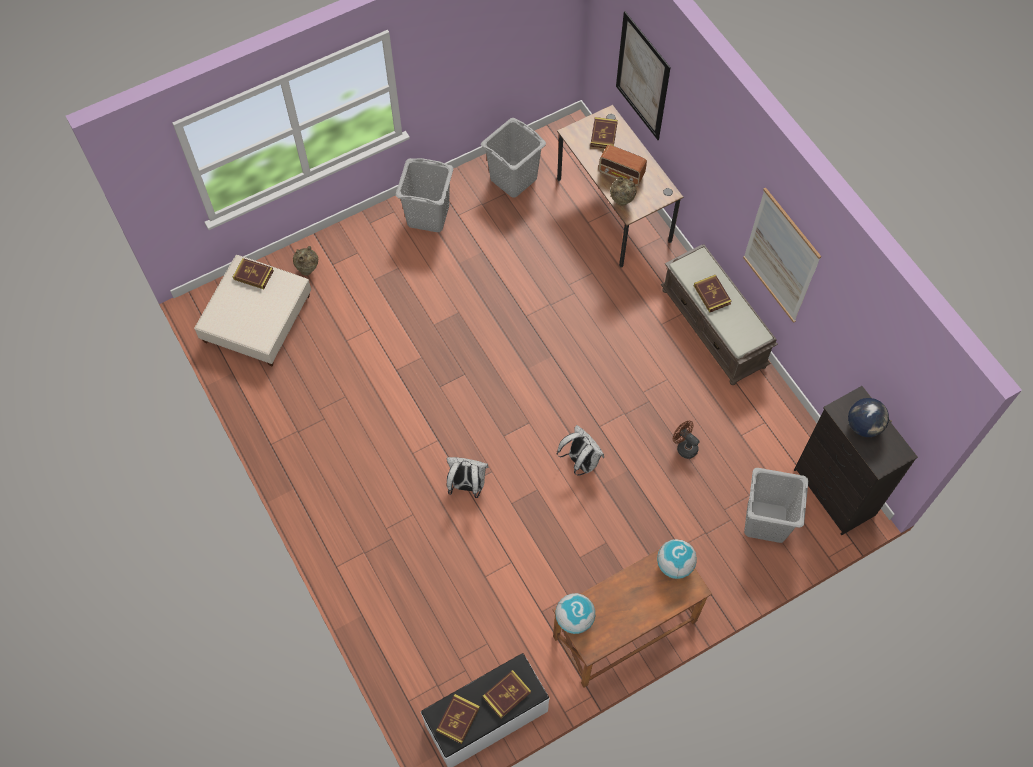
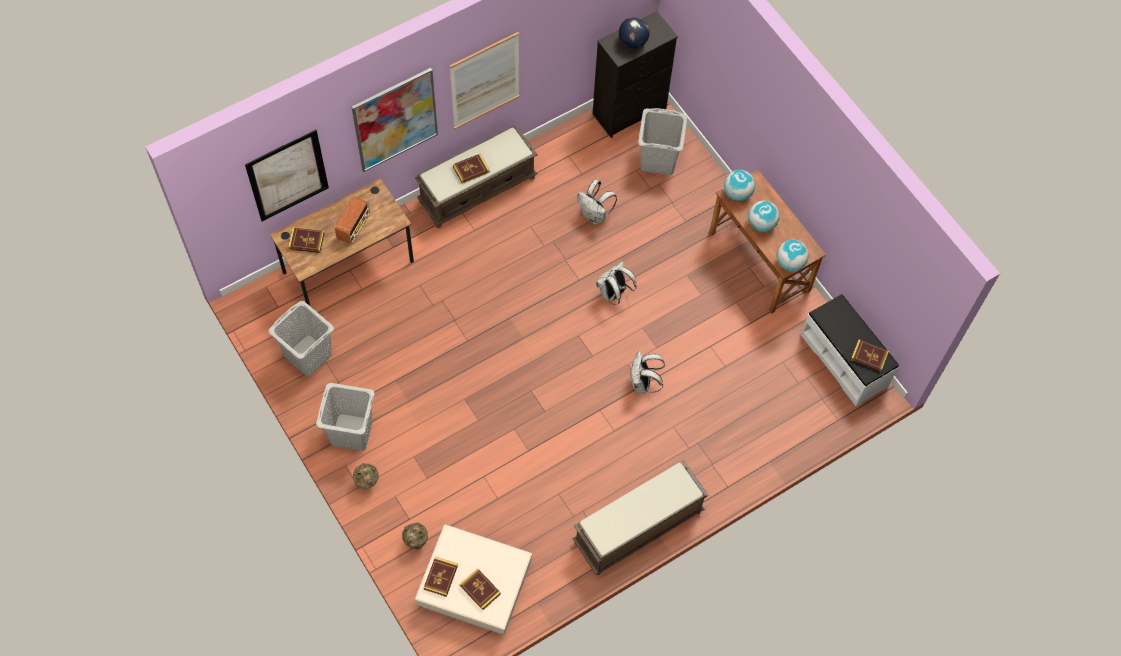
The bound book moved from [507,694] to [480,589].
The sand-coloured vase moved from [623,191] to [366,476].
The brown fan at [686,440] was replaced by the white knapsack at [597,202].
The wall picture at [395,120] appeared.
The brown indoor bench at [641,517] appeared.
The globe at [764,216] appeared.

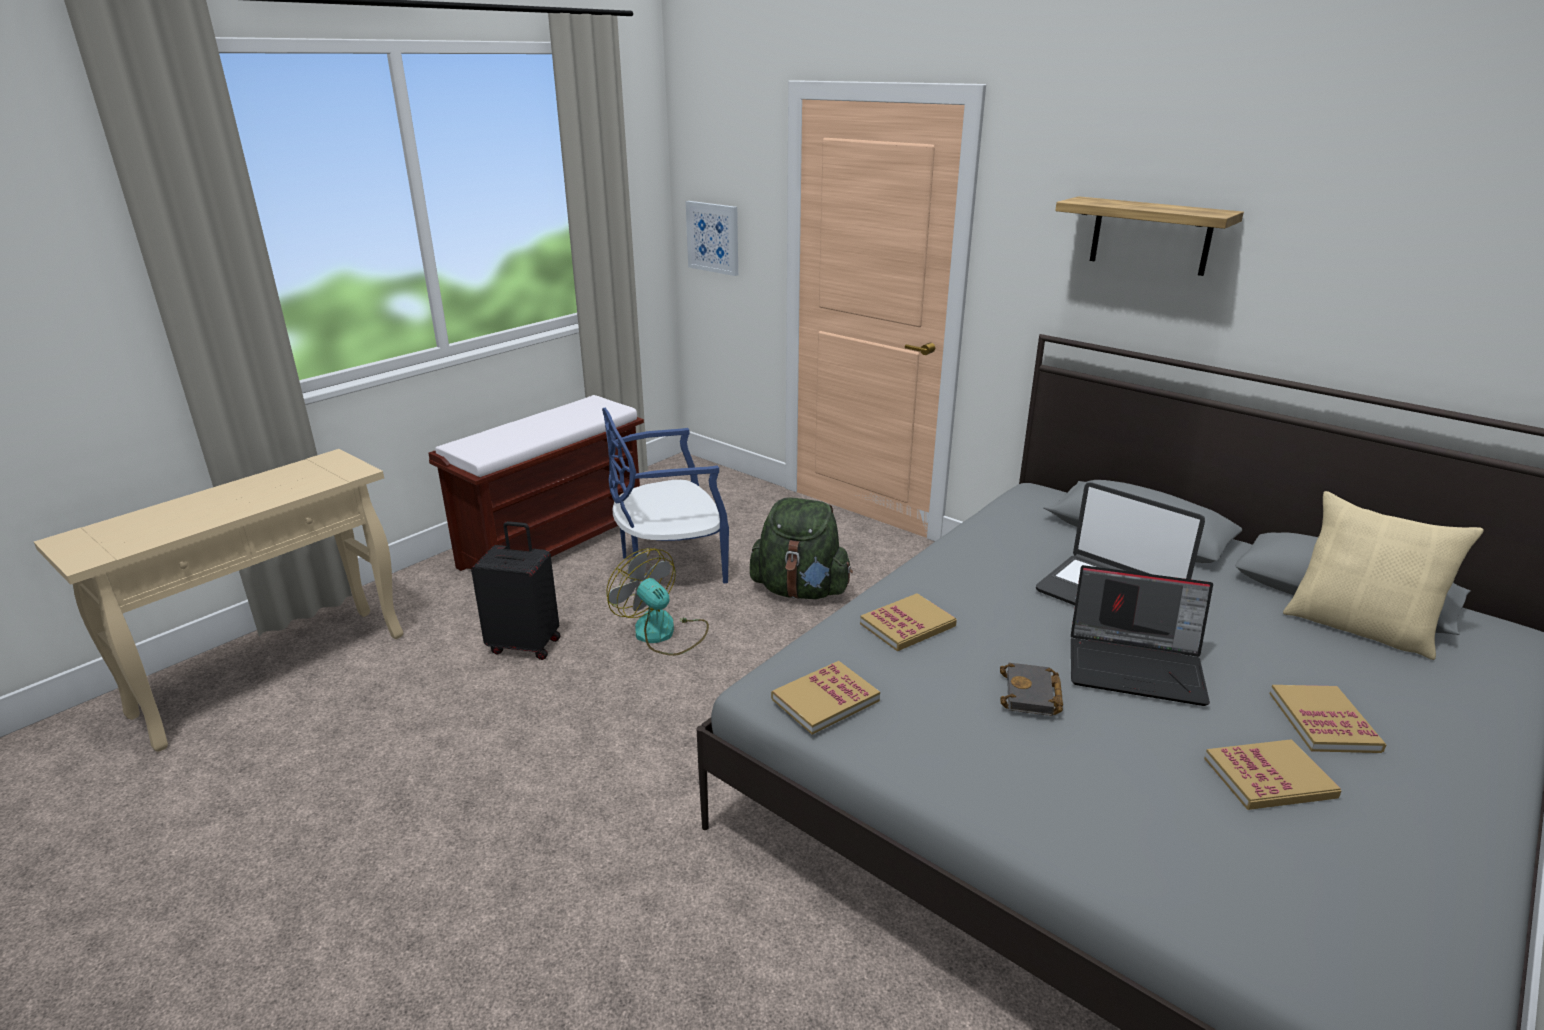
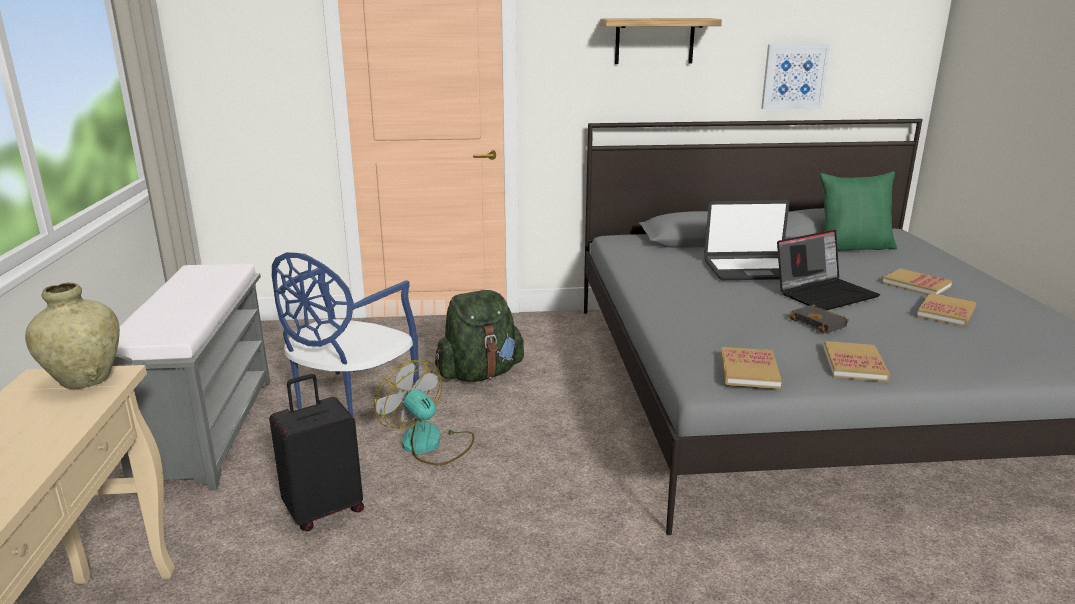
The brown indoor bench at [536,483] became the gray indoor bench at [191,379].
The fan at [658,602] turned 45 degrees clockwise.
The wall picture moved from [712,238] to [796,76].
The bound book moved from [908,622] to [856,361].
The sand-coloured throw pillow at [1383,575] became the green-coloured throw pillow at [858,211].
The sand-coloured vase at [72,335] appeared.

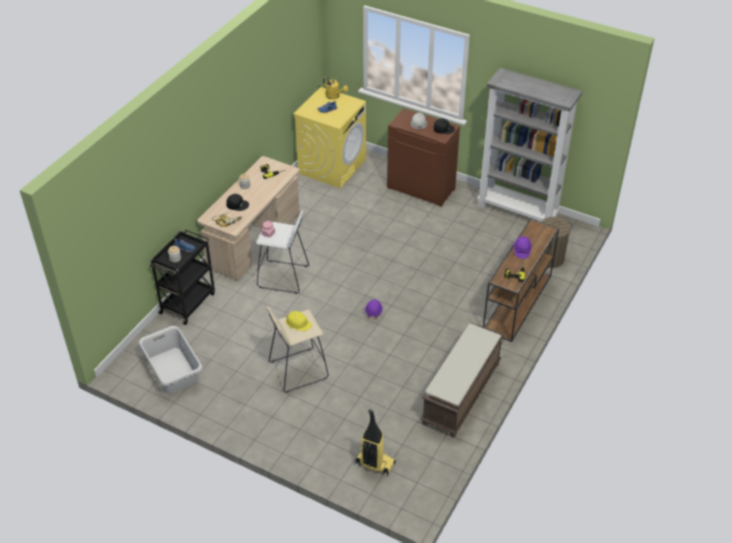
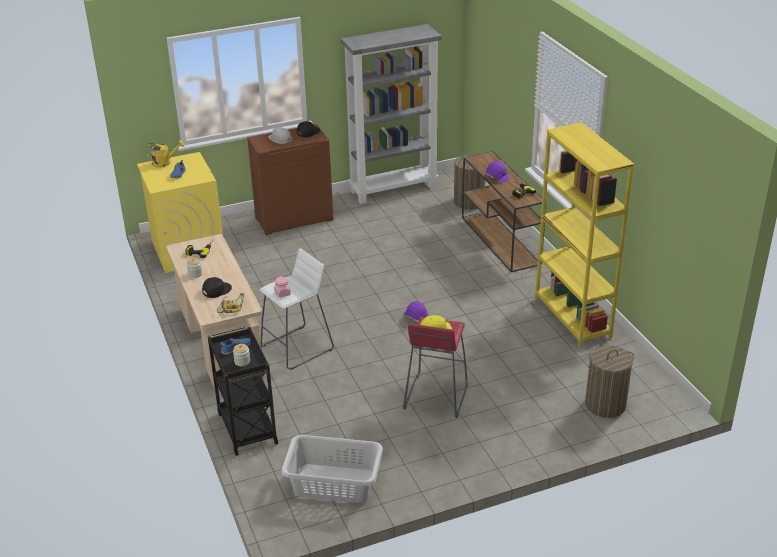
The sand-coloured stool at [298,349] became the red-coloured stool at [435,367].
The vacuum at [375,442] was replaced by the washing basket at [609,381].
The brown indoor bench at [462,380] was replaced by the yellow-coloured shelving unit at [584,234].

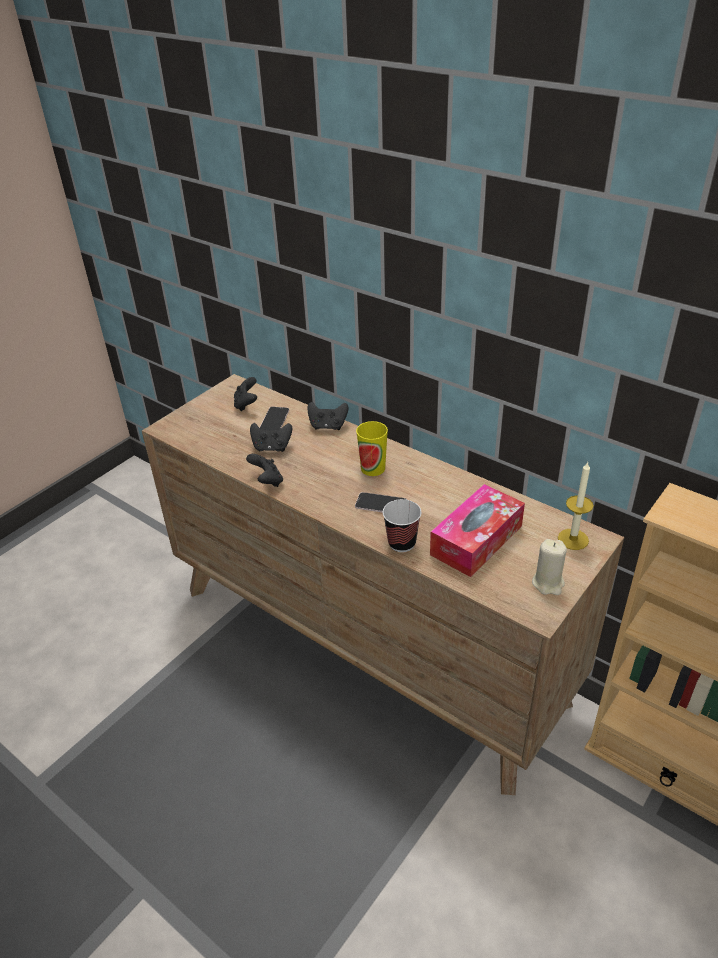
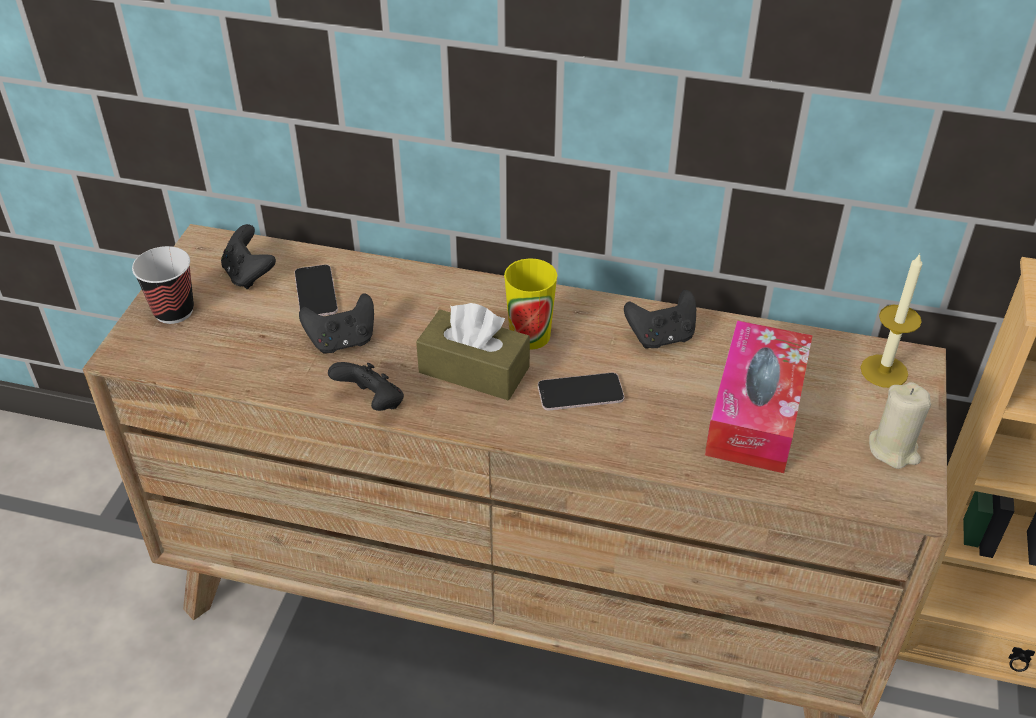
The black-coloured game controller moved from [327,416] to [660,319].
The drinking cup moved from [402,525] to [163,285].
The brown tissue box at [473,351] appeared.

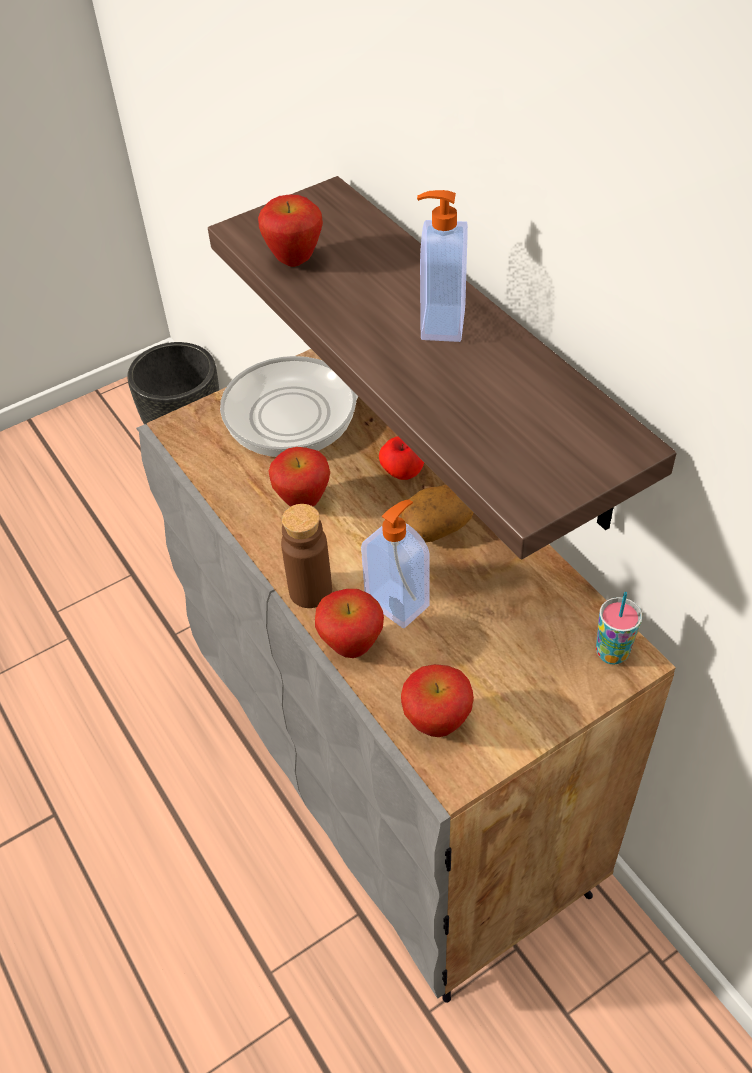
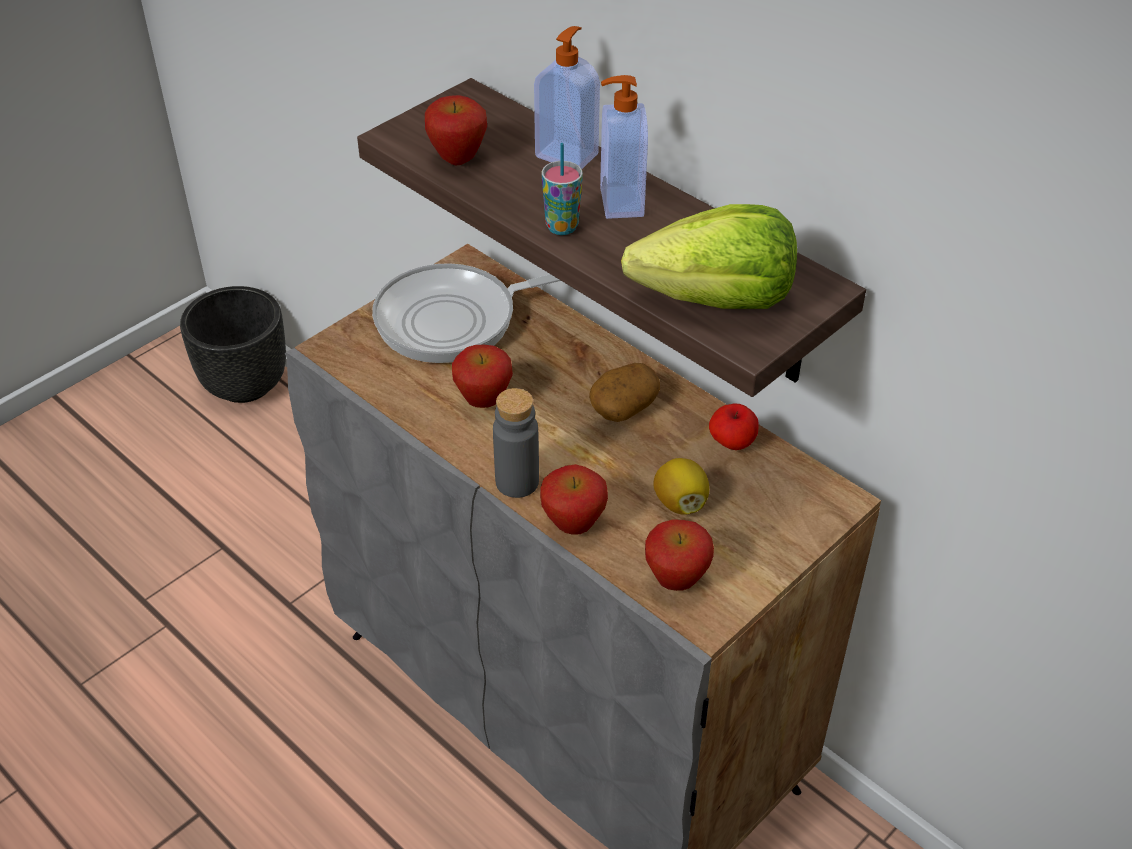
The brown bottle at [306,556] became the gray bottle at [516,443].
The soap bottle moved from [395,563] to [567,97].
The whole apple moved from [401,458] to [734,427].
The drinking cup moved from [619,628] to [562,189].
The head of lettuce at [709,256] appeared.
The citrus fruit at [681,486] appeared.

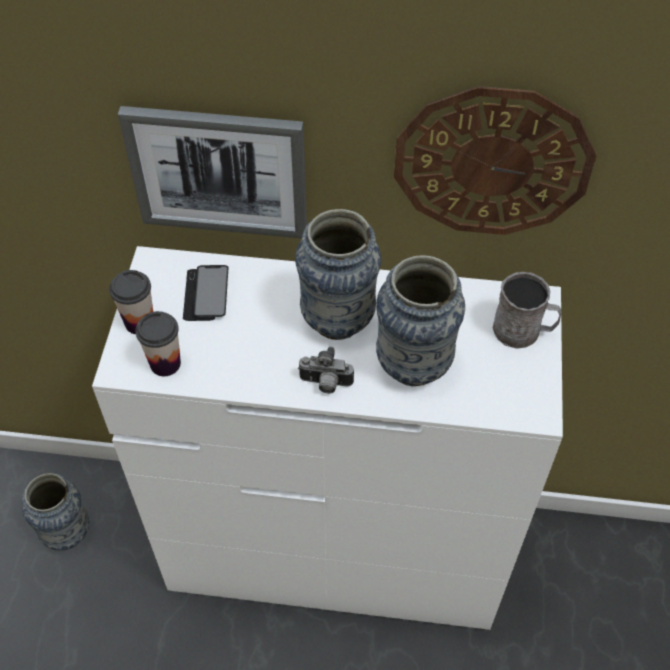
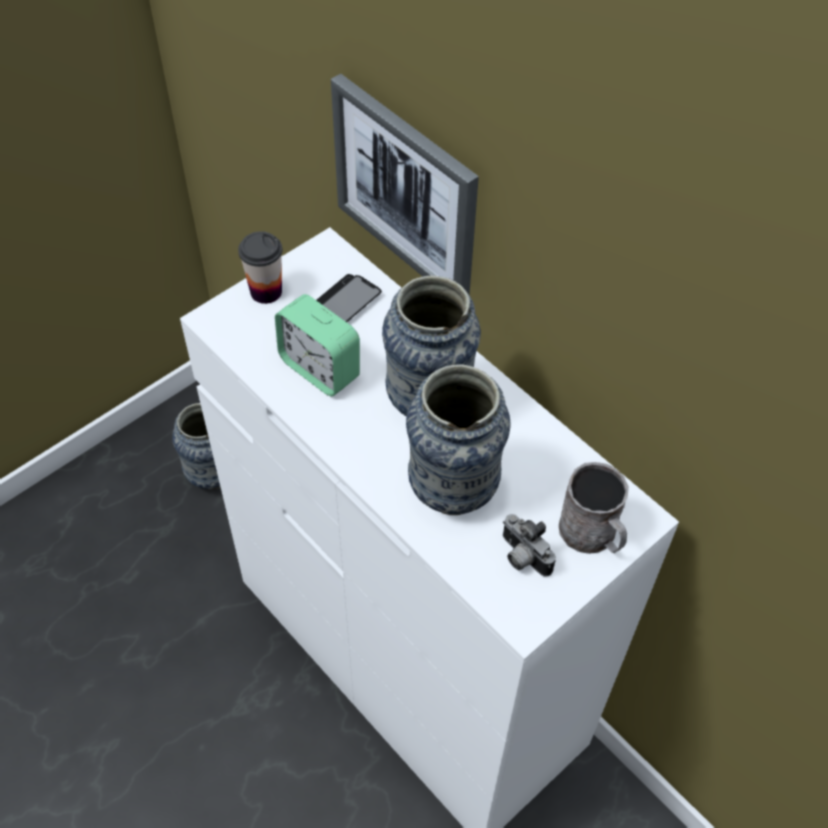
The drinking cup at [158,343] disappeared.
The still camera moved from [326,370] to [529,545].
The hanging clock at [495,160] disappeared.
The bedside clock at [317,345] appeared.

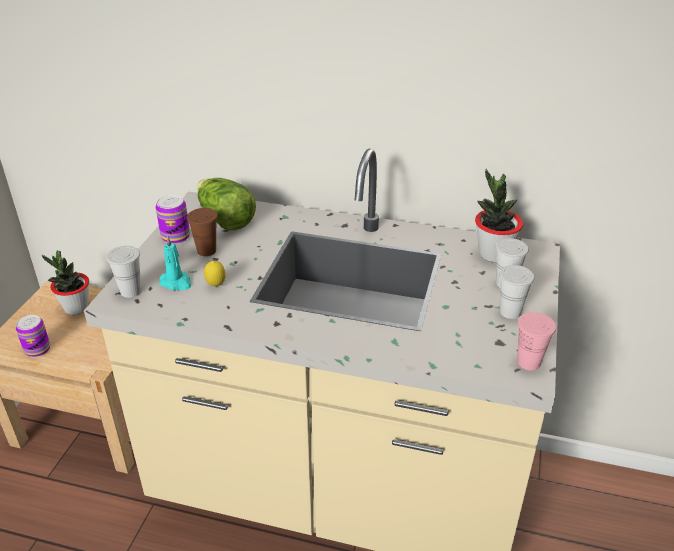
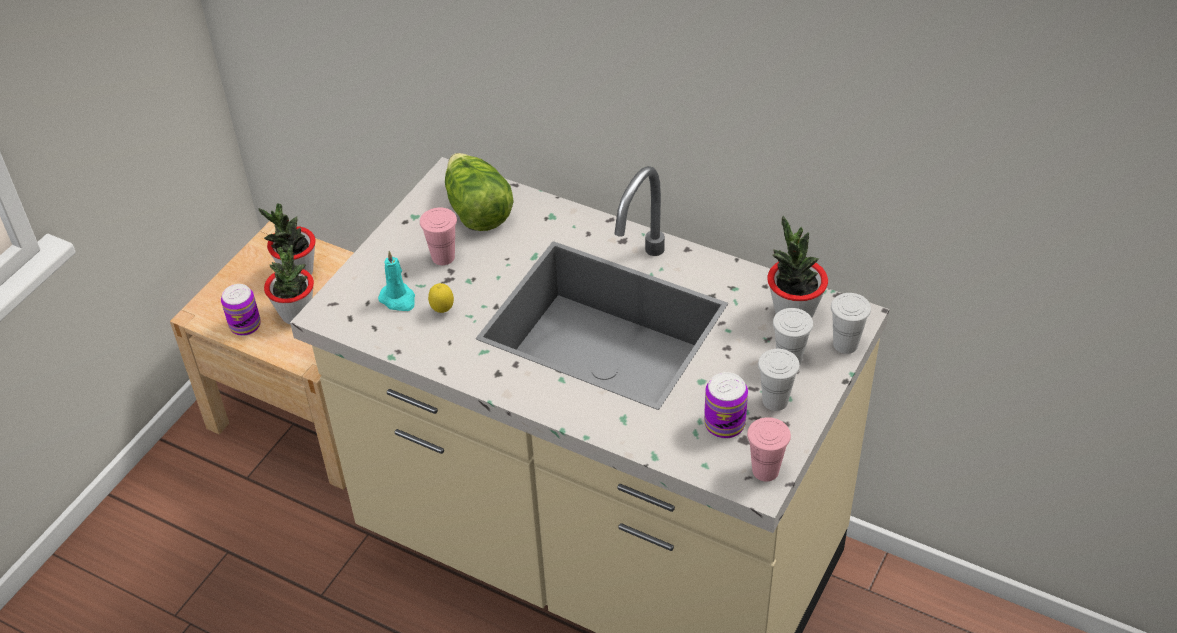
The white drinking cup moved from [123,272] to [851,323].
The sealed can moved from [173,219] to [726,405].
The brown drinking cup at [202,232] became the pink drinking cup at [438,236].
The potted plant at [289,284] appeared.

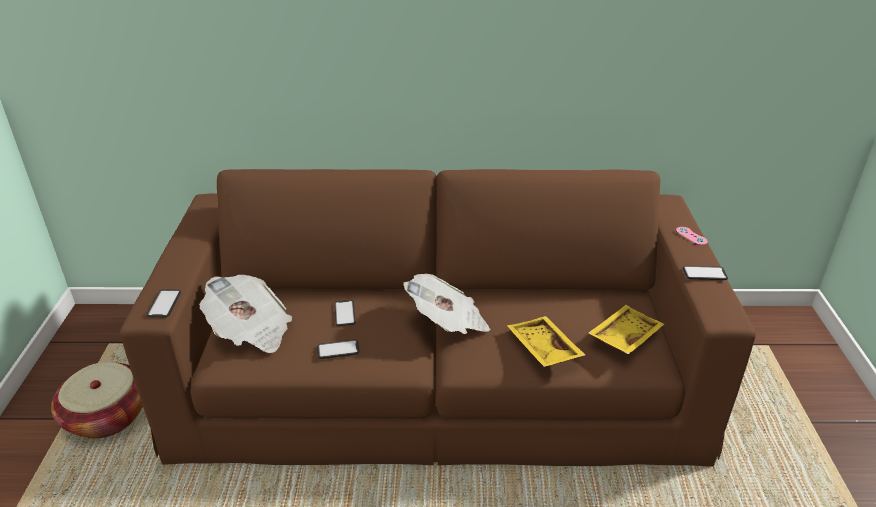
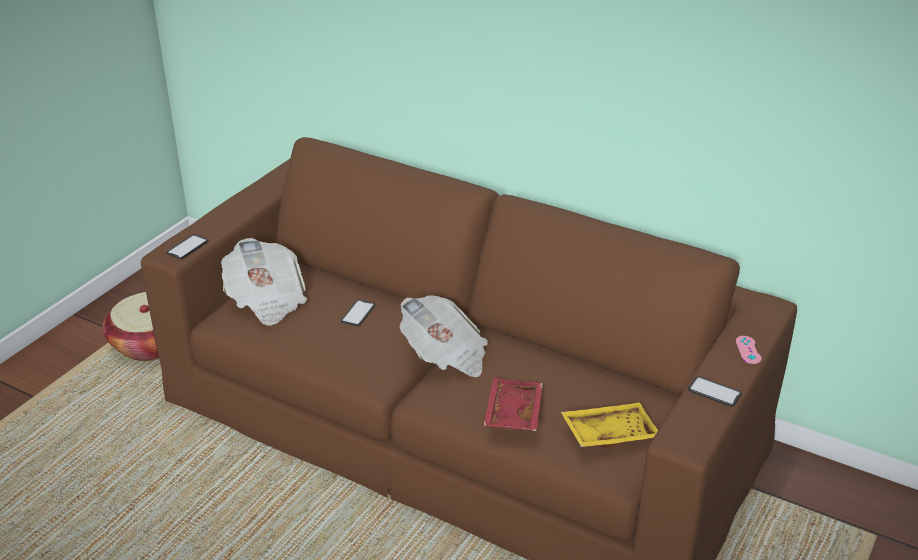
The phone at [338,349] disappeared.
The yellow-coloured tray at [546,341] became the red-coloured tray at [513,404].

